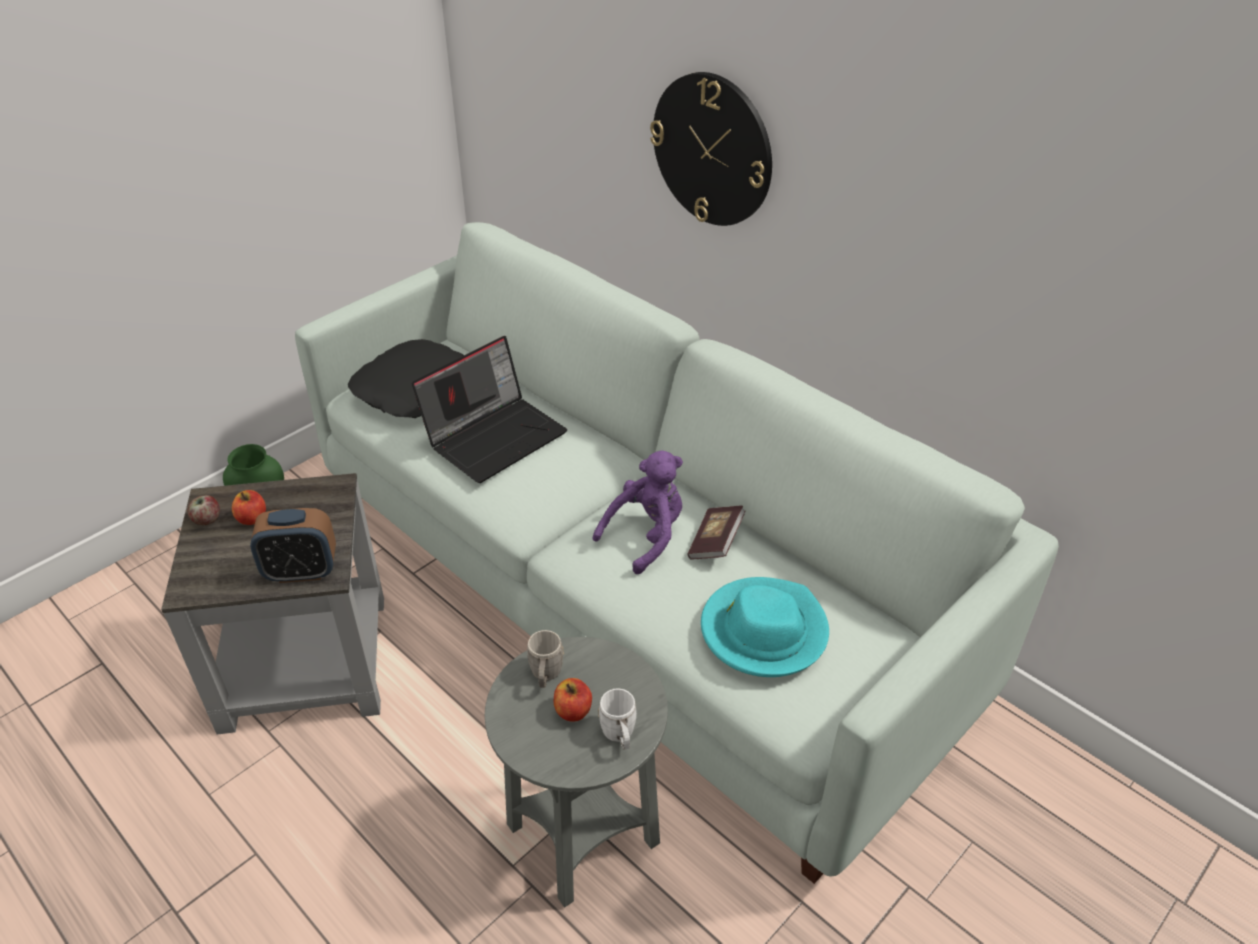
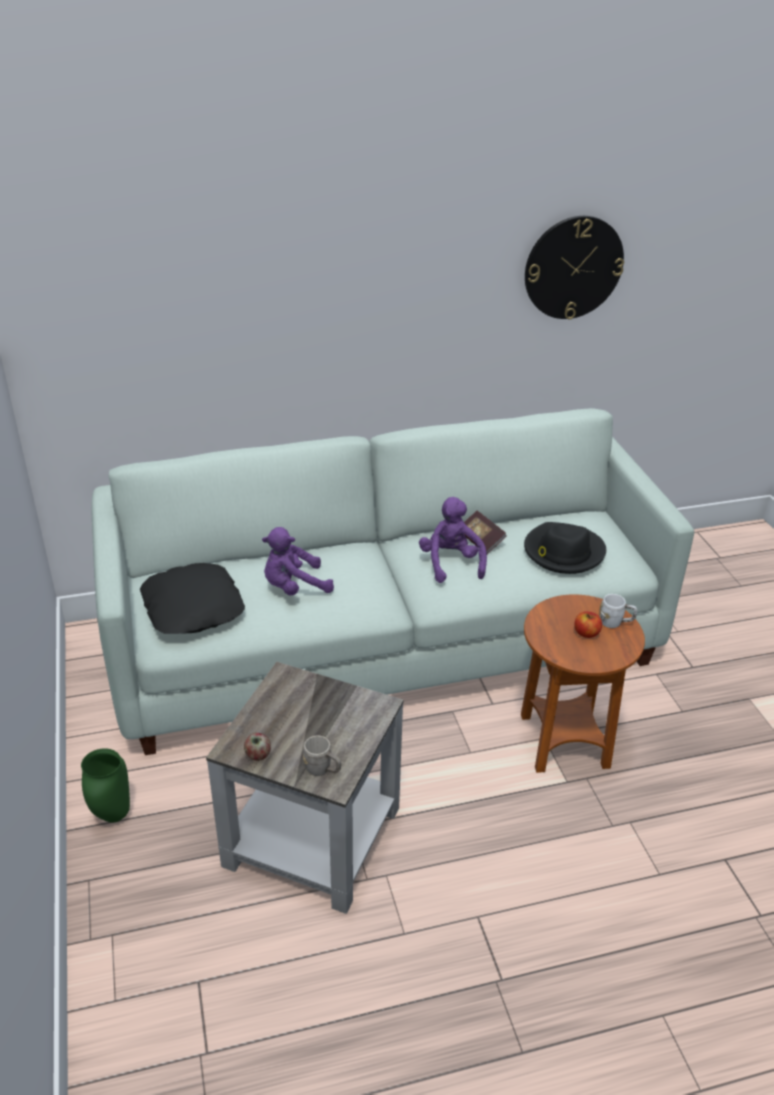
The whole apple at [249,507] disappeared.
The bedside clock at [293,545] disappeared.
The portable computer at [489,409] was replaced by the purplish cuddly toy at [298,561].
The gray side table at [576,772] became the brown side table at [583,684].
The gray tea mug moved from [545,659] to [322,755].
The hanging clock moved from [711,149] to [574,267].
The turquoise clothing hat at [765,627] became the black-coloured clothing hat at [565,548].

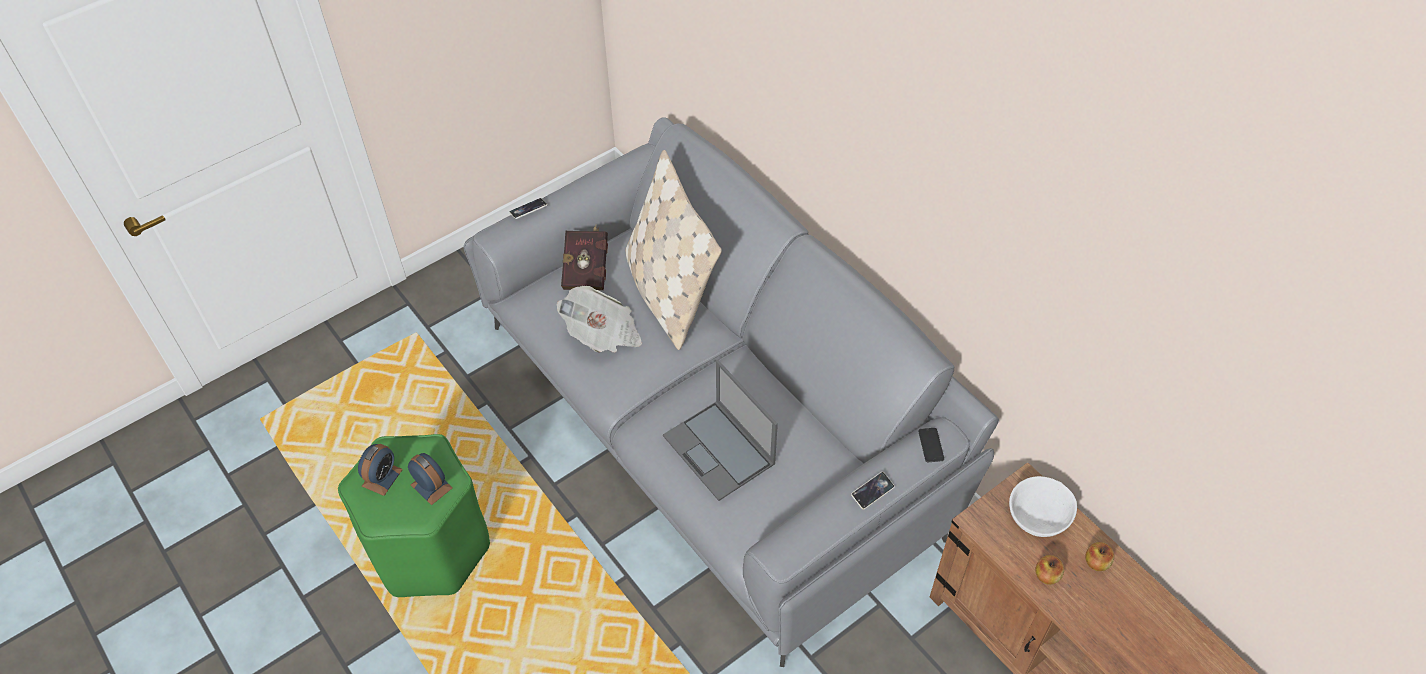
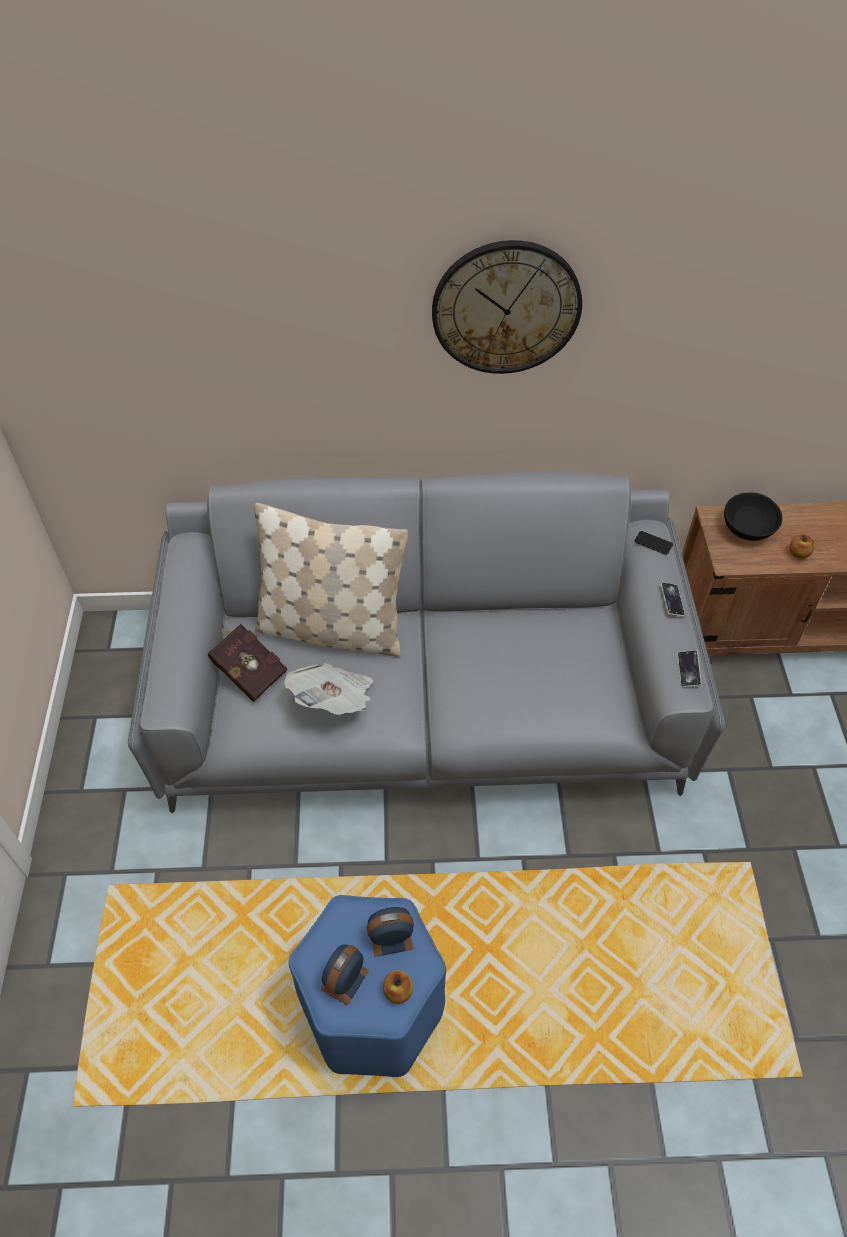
The green-coloured stool at [414,515] became the blue stool at [367,986].
The bedside clock at [380,470] turned 120 degrees counterclockwise.
The phone moved from [528,208] to [689,668].
The portable computer at [720,430] disappeared.
The white bowl at [1043,506] became the black-coloured bowl at [753,517].
The whole apple moved from [1099,556] to [398,987].
The hanging clock at [507,307] appeared.

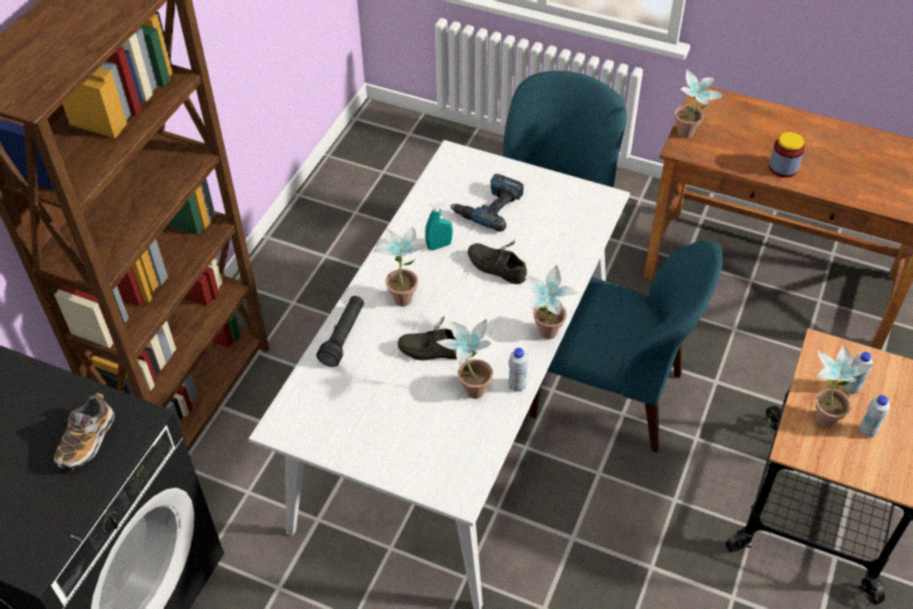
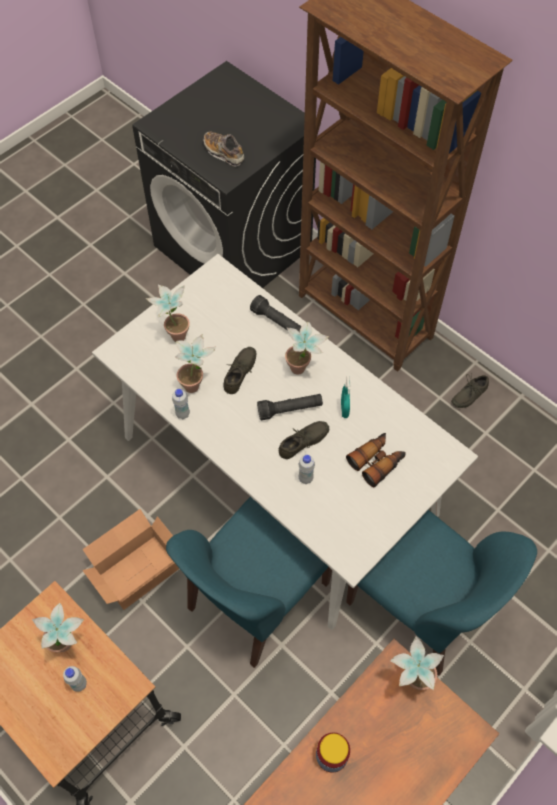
The power drill at [486,202] was replaced by the pair of binoculars at [376,460].
The potted plant moved from [551,301] to [167,313].
The white bottle moved from [874,416] to [307,469].
The cardboard box at [130,559] appeared.
The black-coloured flashlight at [290,407] appeared.
The gray item of footwear at [470,391] appeared.

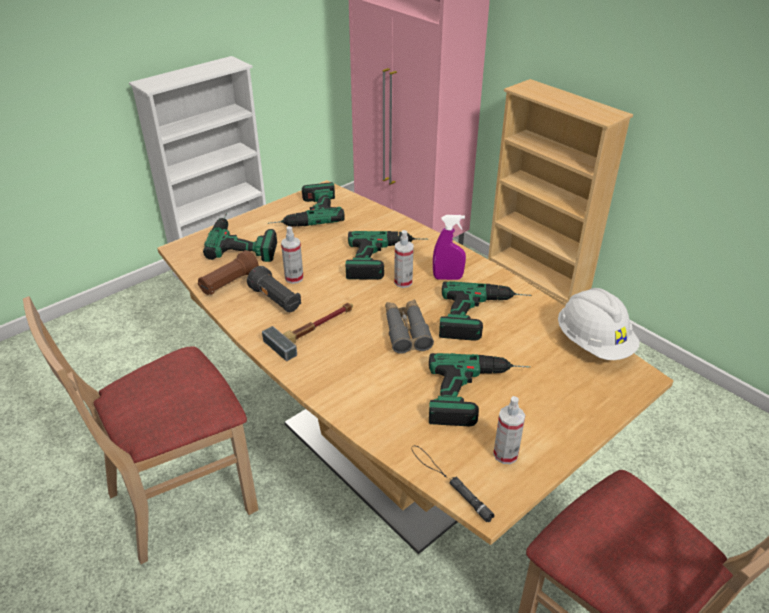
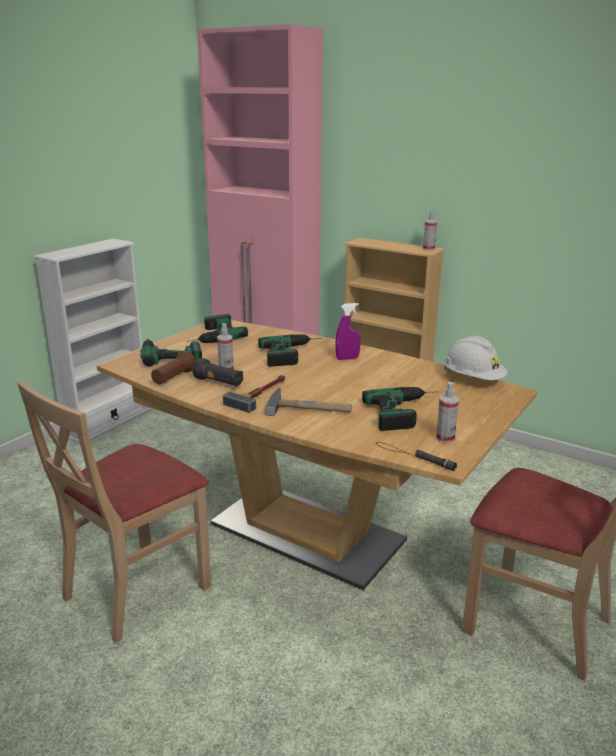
The gray pair of binoculars at [409,327] disappeared.
The spray bottle moved from [404,259] to [430,230].
The power drill at [485,311] disappeared.
The tool hammer at [308,401] appeared.

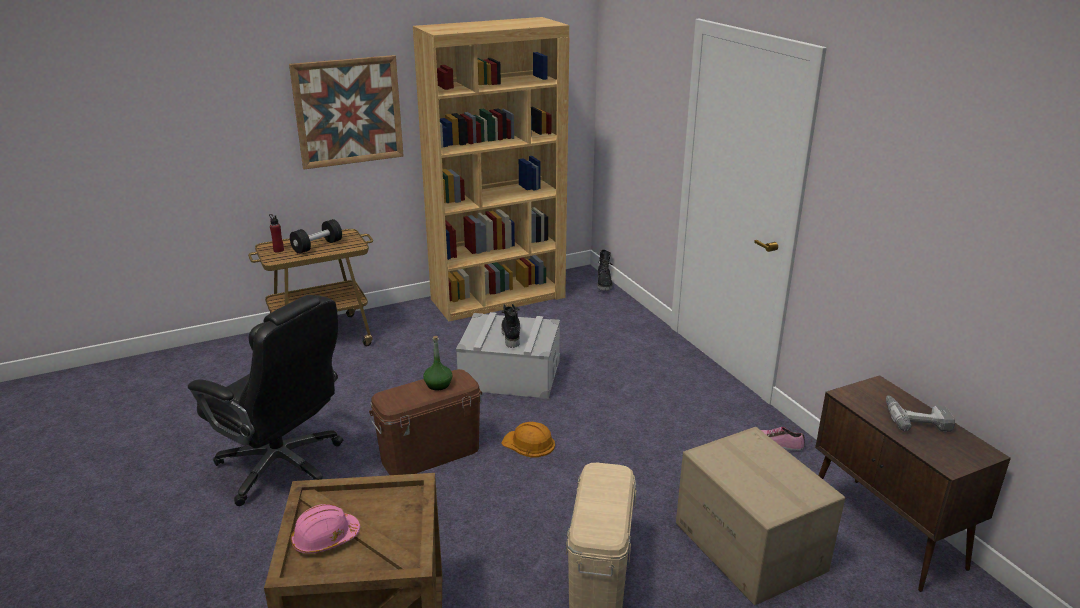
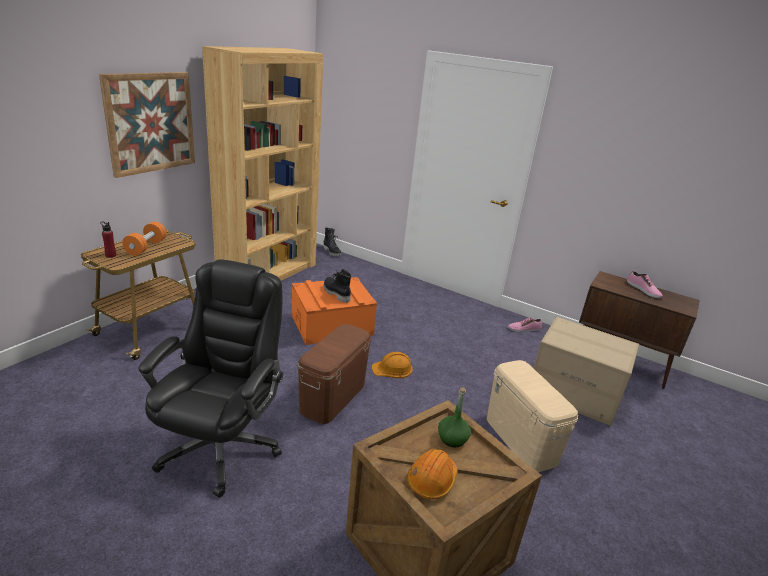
The black-coloured computer chair at [265,400] turned 75 degrees counterclockwise.
The black-coloured free weight at [316,236] became the orange-coloured free weight at [144,238].
The pink safety helmet at [325,528] became the orange-coloured safety helmet at [432,474].
The green-coloured bottle moved from [438,363] to [454,417].
The gray storage container at [508,355] became the orange-coloured storage container at [334,311].
The power drill at [920,414] was replaced by the item of footwear at [645,284].

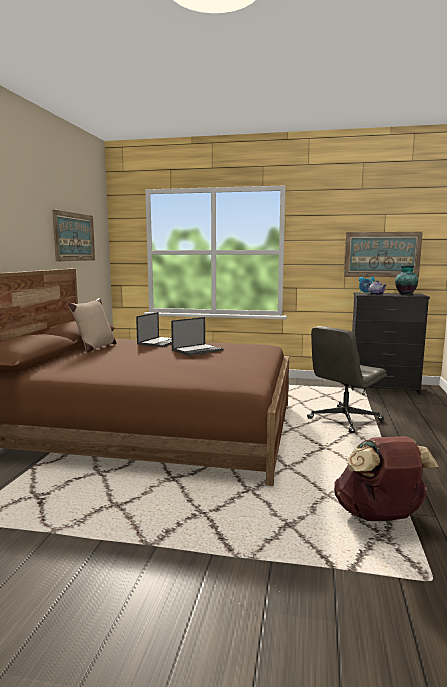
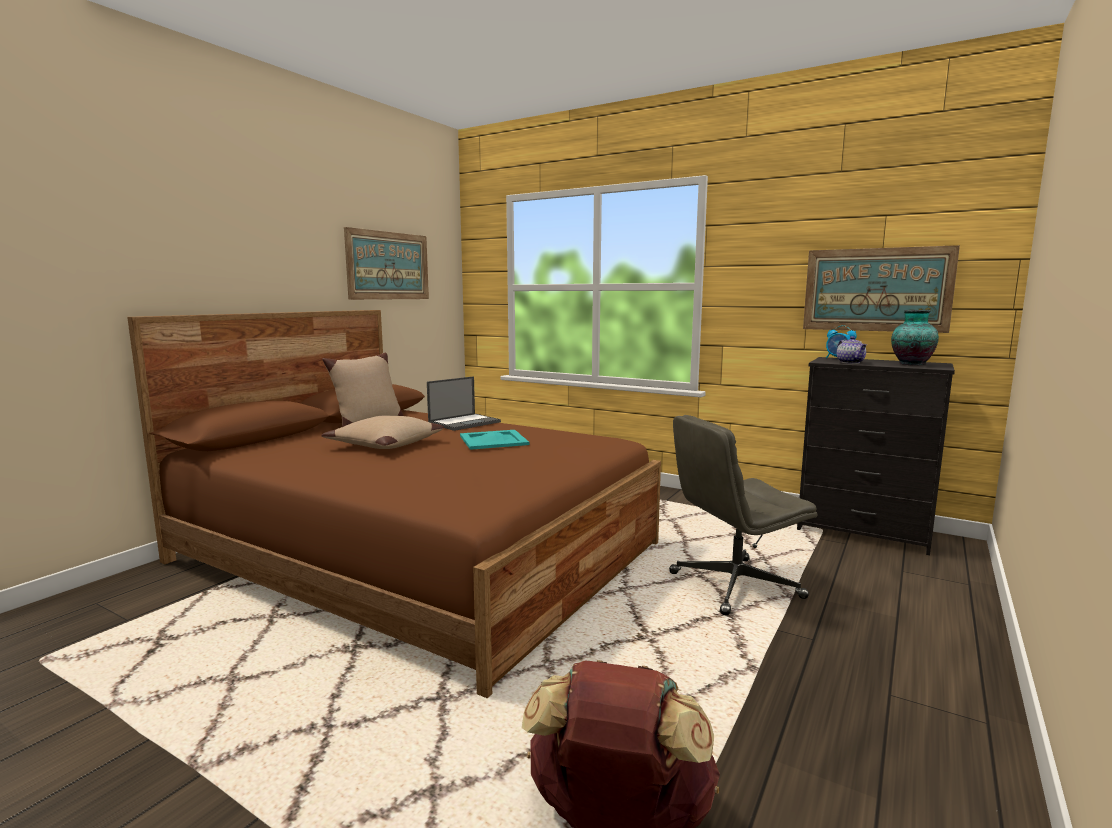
The portable computer at [197,336] was replaced by the turquoise tray at [494,440].
The sand-coloured throw pillow at [382,432] appeared.

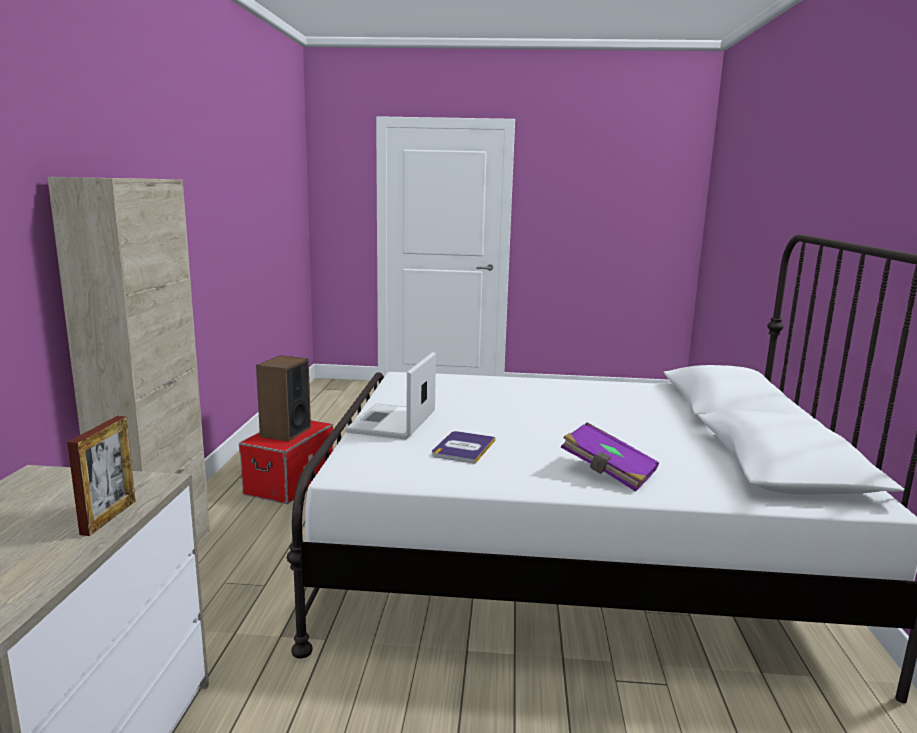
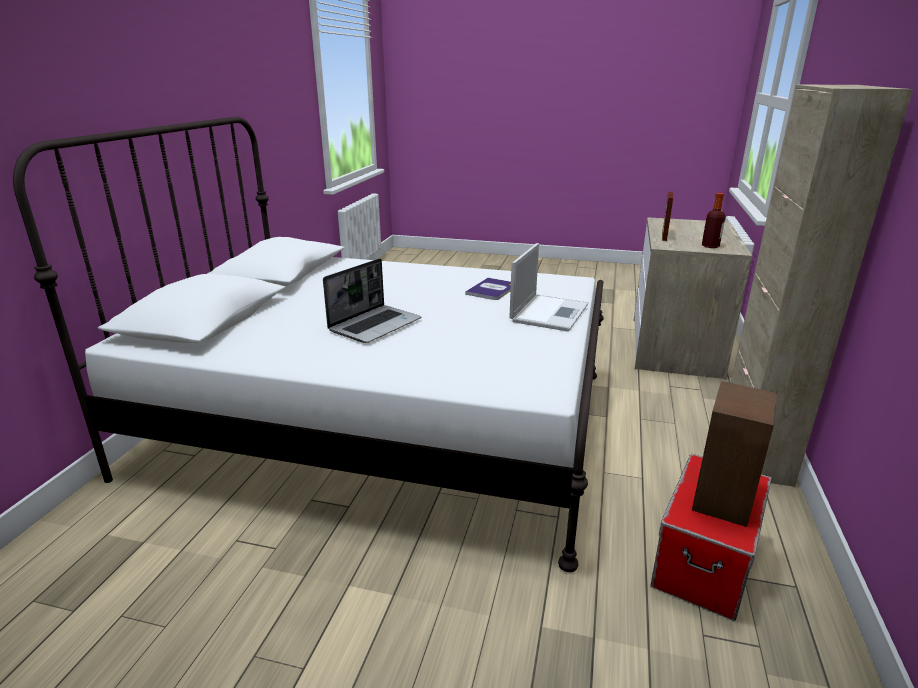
The purplish bound book at [610,457] disappeared.
The portable computer at [372,300] appeared.
The bottle at [713,220] appeared.

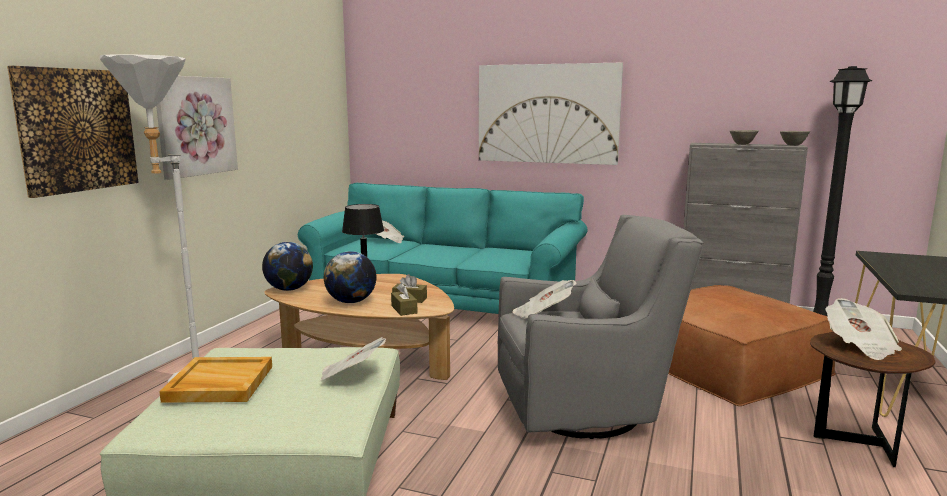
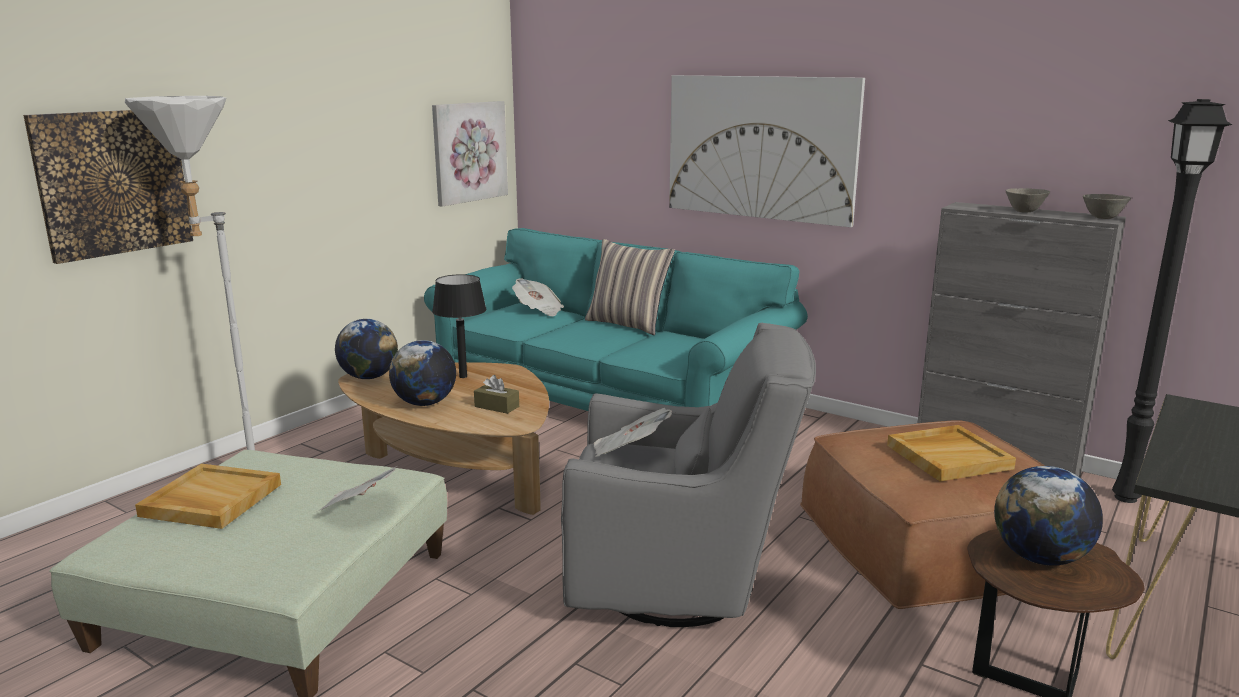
The wall picture moved from [197,128] to [470,154].
The brown tissue box at [404,299] disappeared.
The newspaper at [863,329] was replaced by the globe at [1048,516].
The throw pillow at [630,287] appeared.
The sand-coloured tray at [951,453] appeared.

